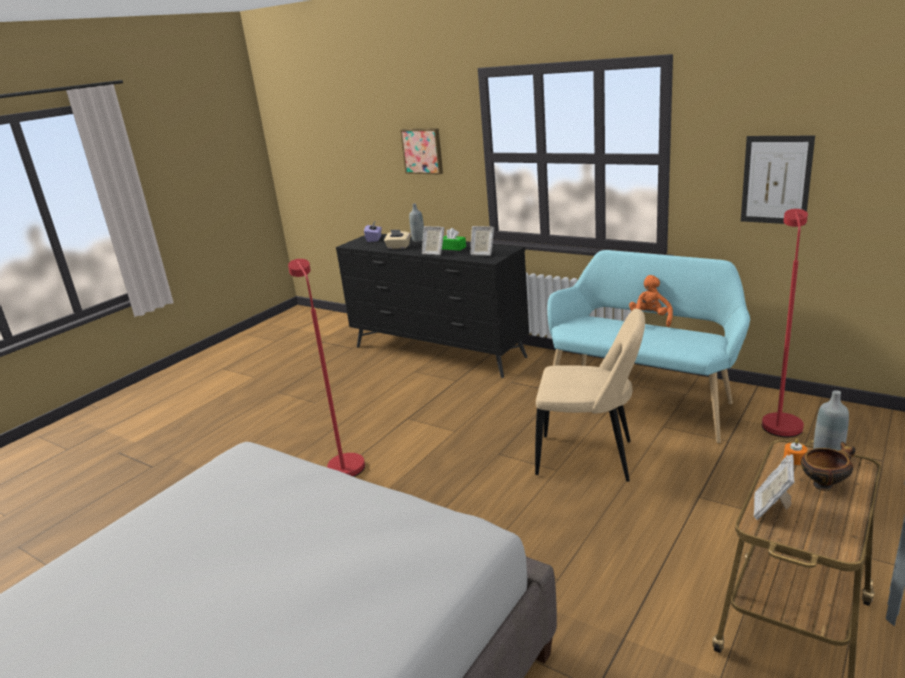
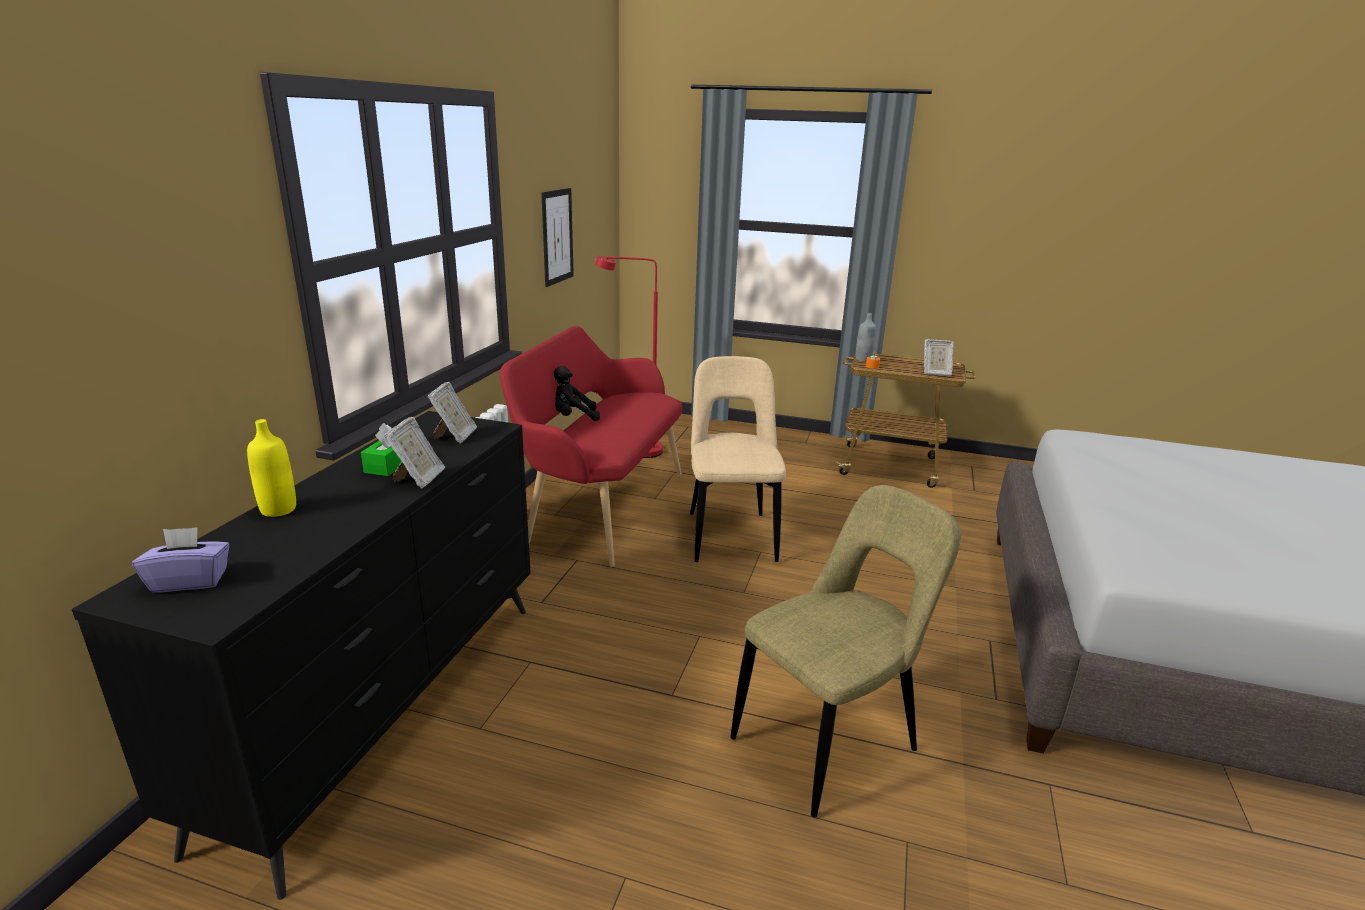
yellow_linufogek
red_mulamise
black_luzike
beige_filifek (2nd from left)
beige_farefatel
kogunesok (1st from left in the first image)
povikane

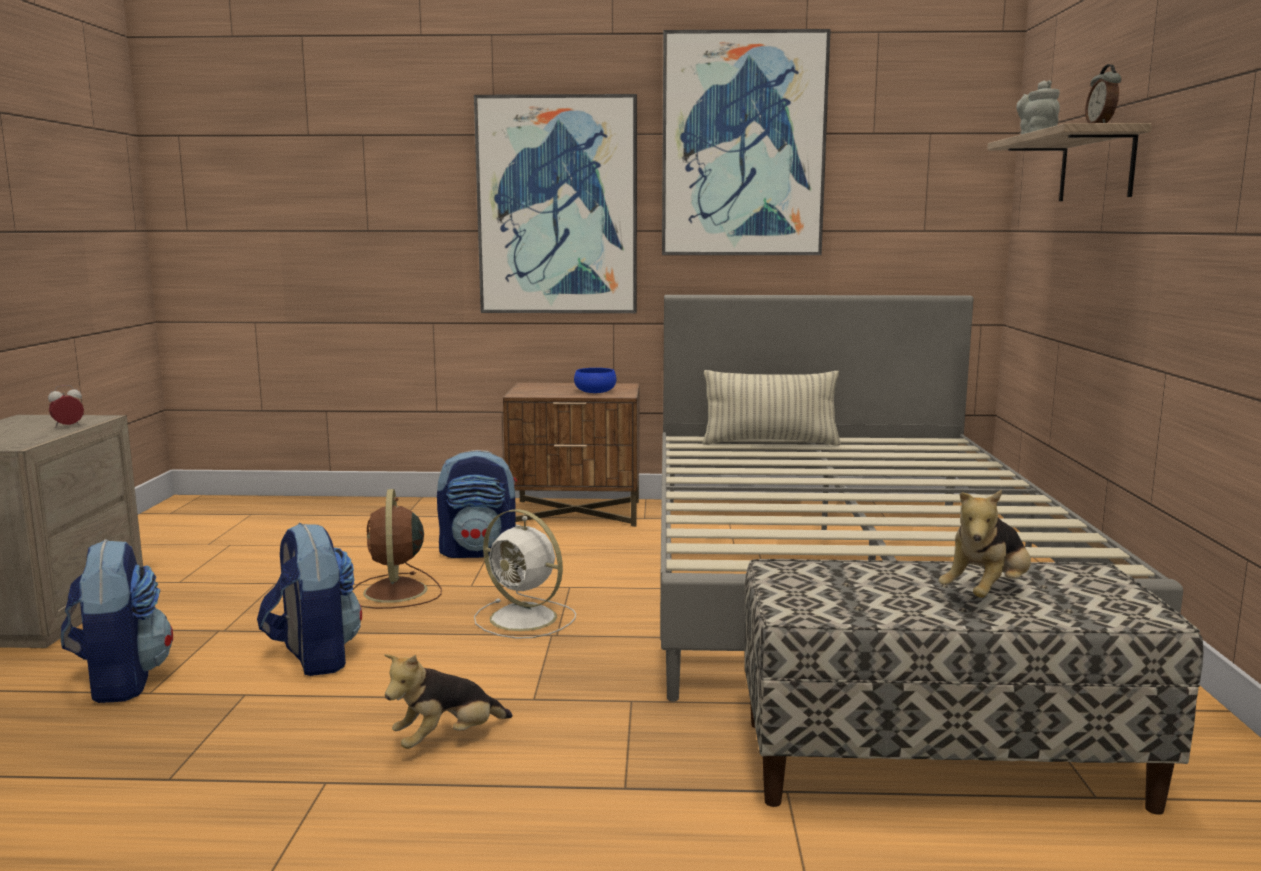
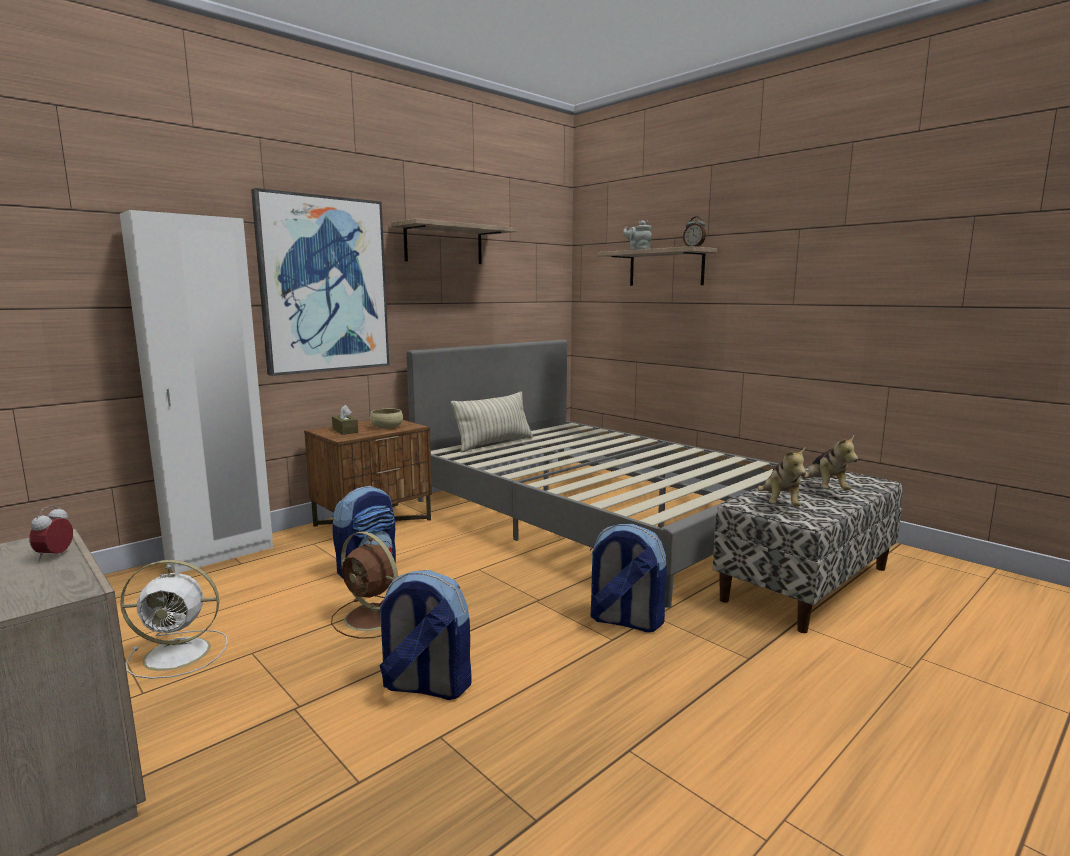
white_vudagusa
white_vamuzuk
brown_farefatel
beige_povikane
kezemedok (1st from left)
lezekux (3rd from left)
luzike (1st from left)

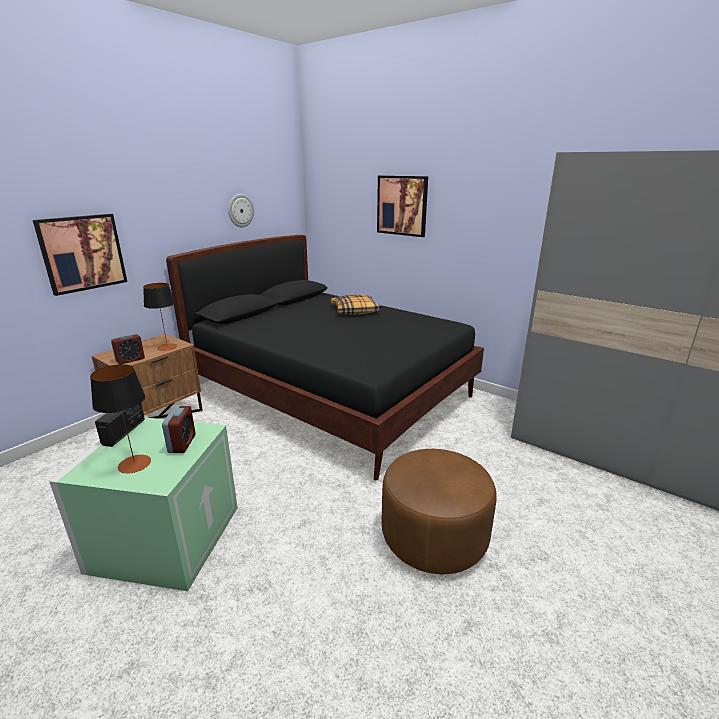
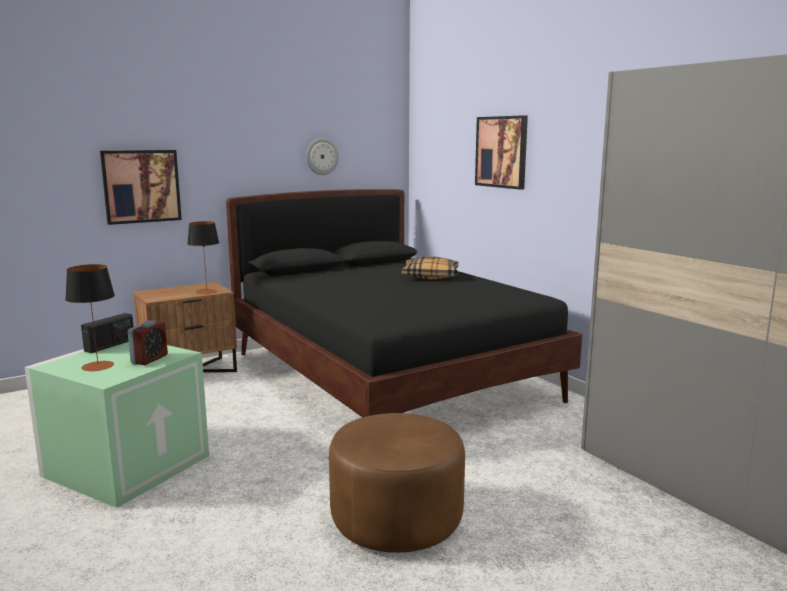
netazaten (1st from left in the first image)

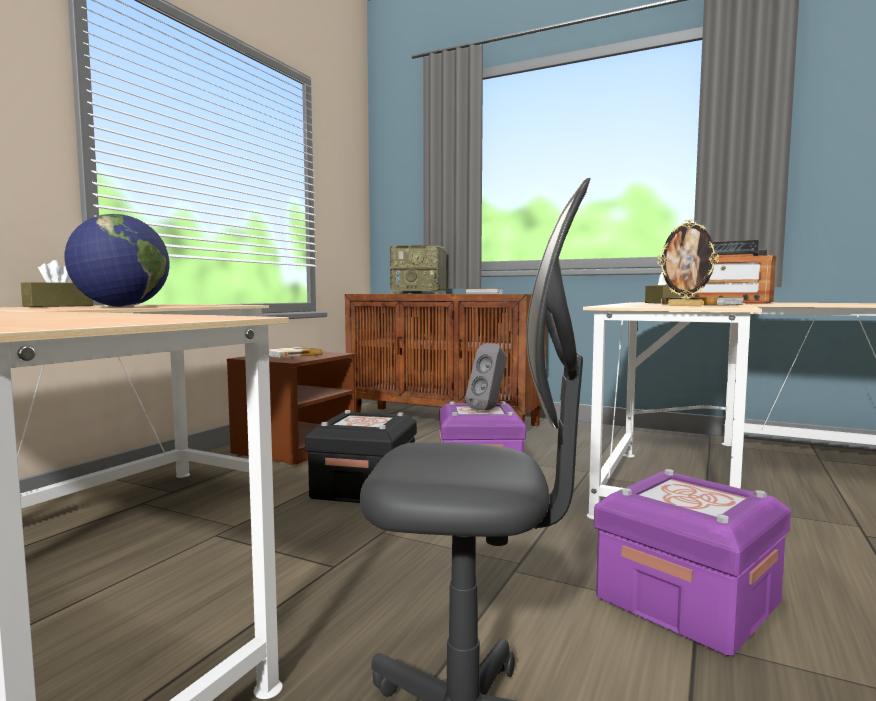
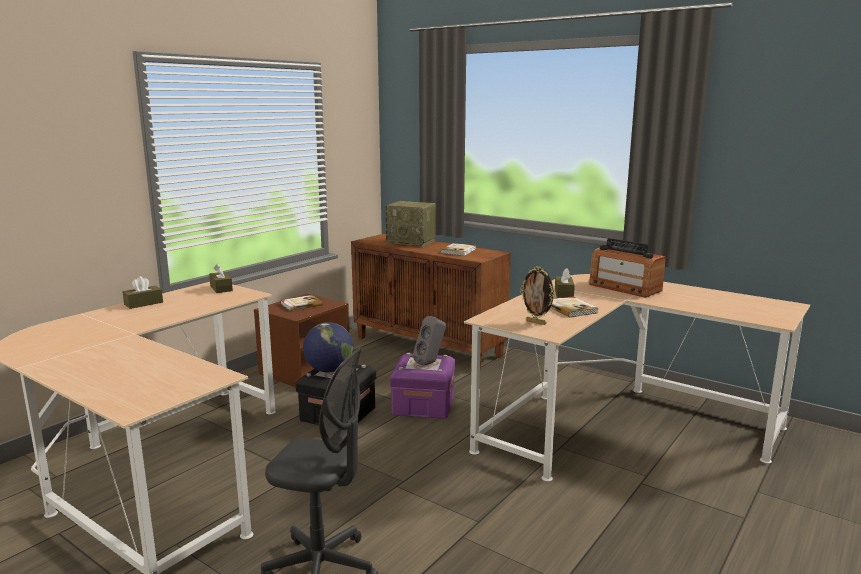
brown_farefatel (2nd from left)
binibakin
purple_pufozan (2nd from left in the first image)

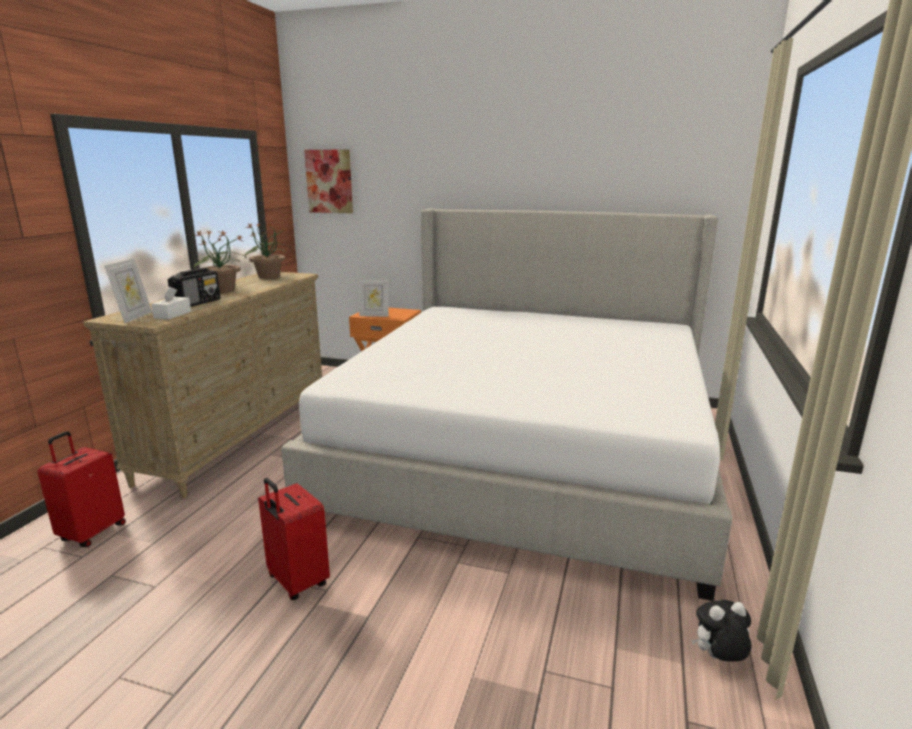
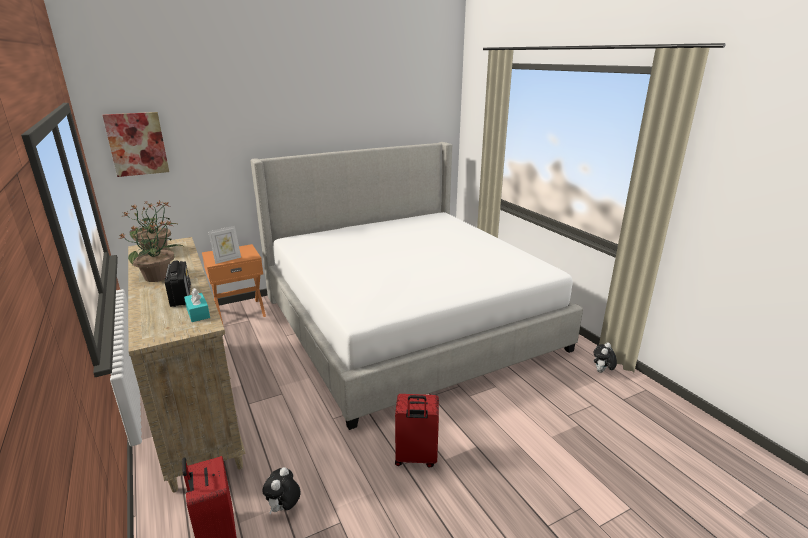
turquoise_farefatel
luzike (1st from left)
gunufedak (1st from left in the first image)

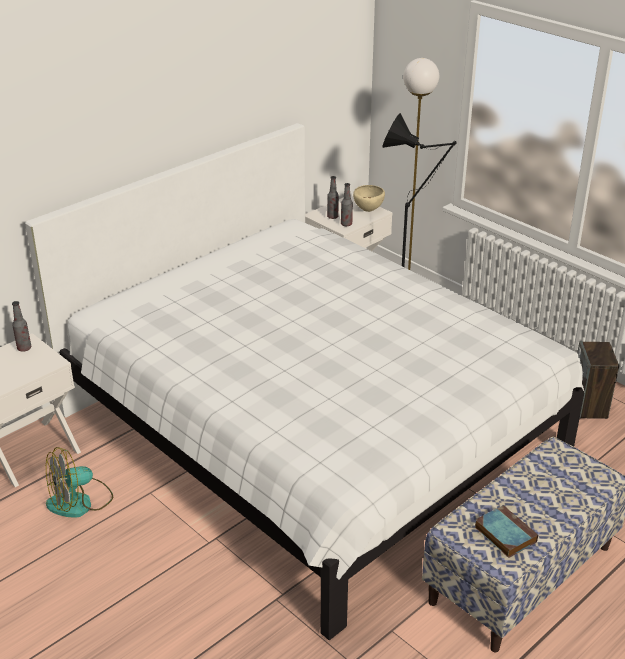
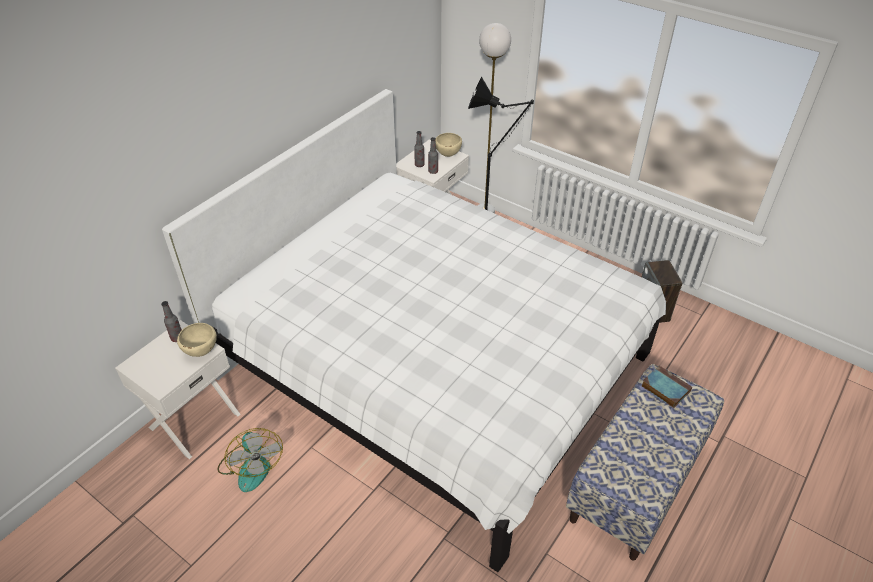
beige_povikane (1st from left)
vamuzuk
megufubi

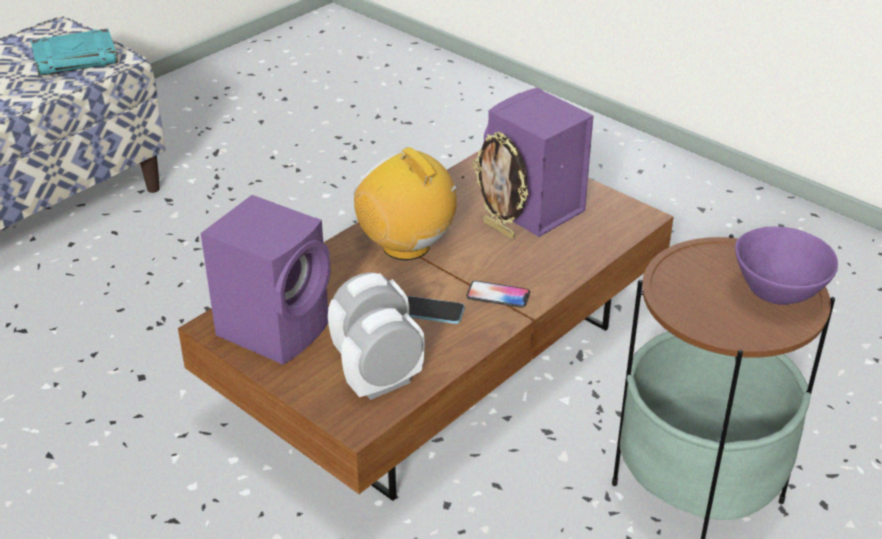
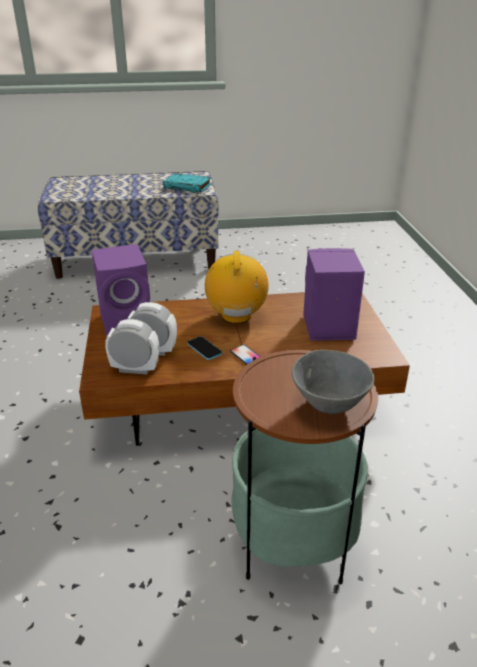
grey_povikane
gunufedak

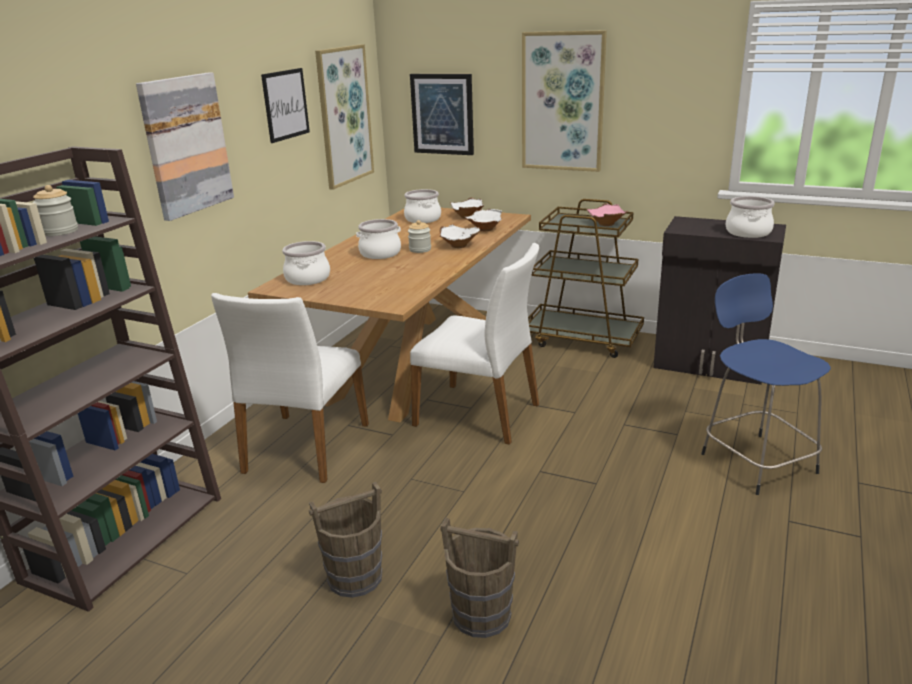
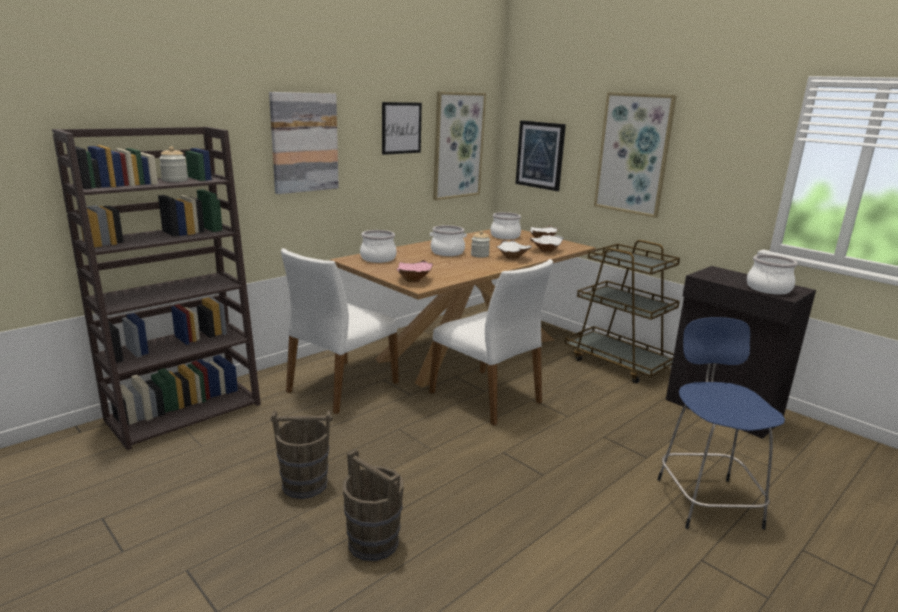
pink_povikane

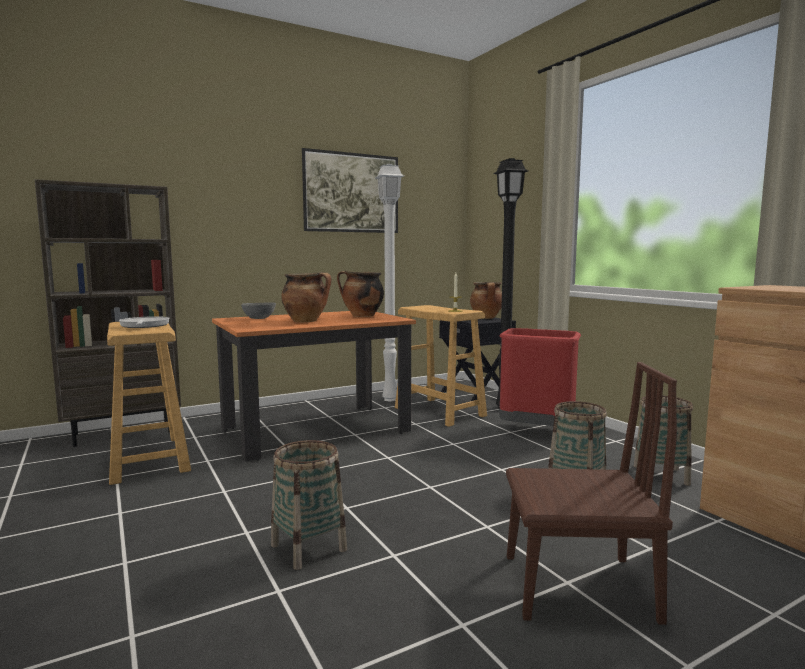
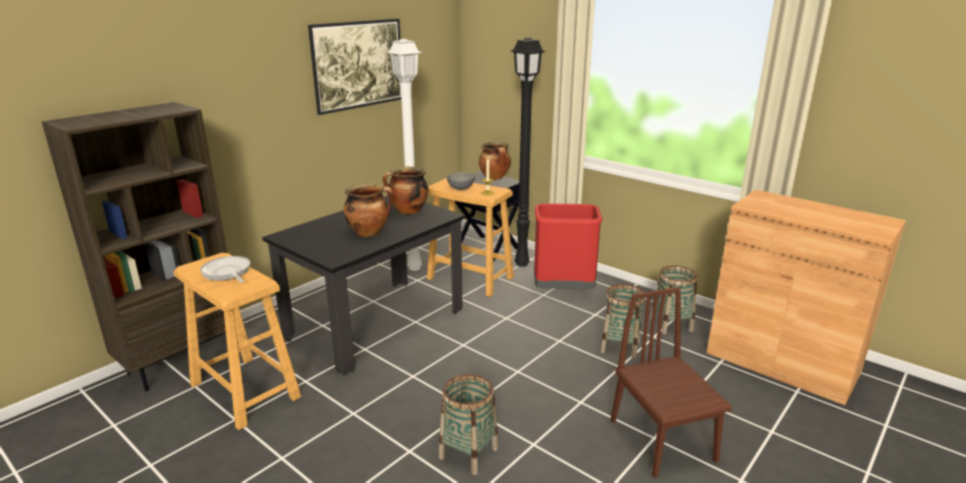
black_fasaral
grey_povikane
brown_filifek

